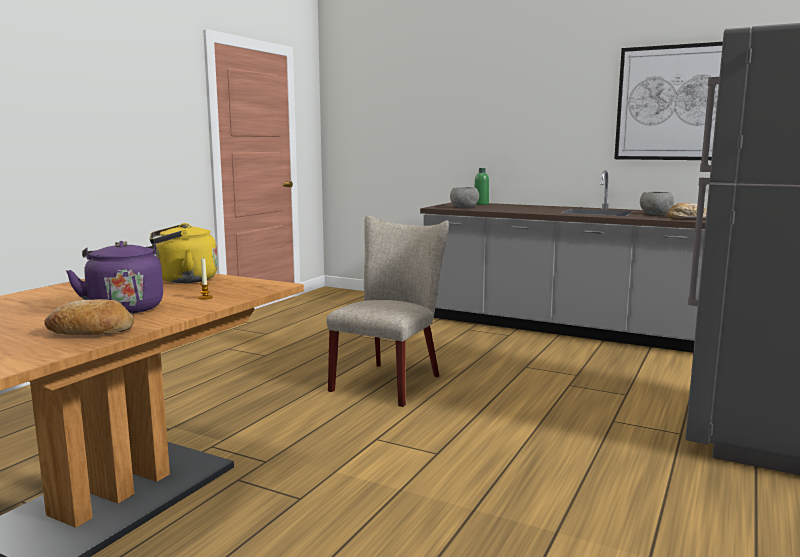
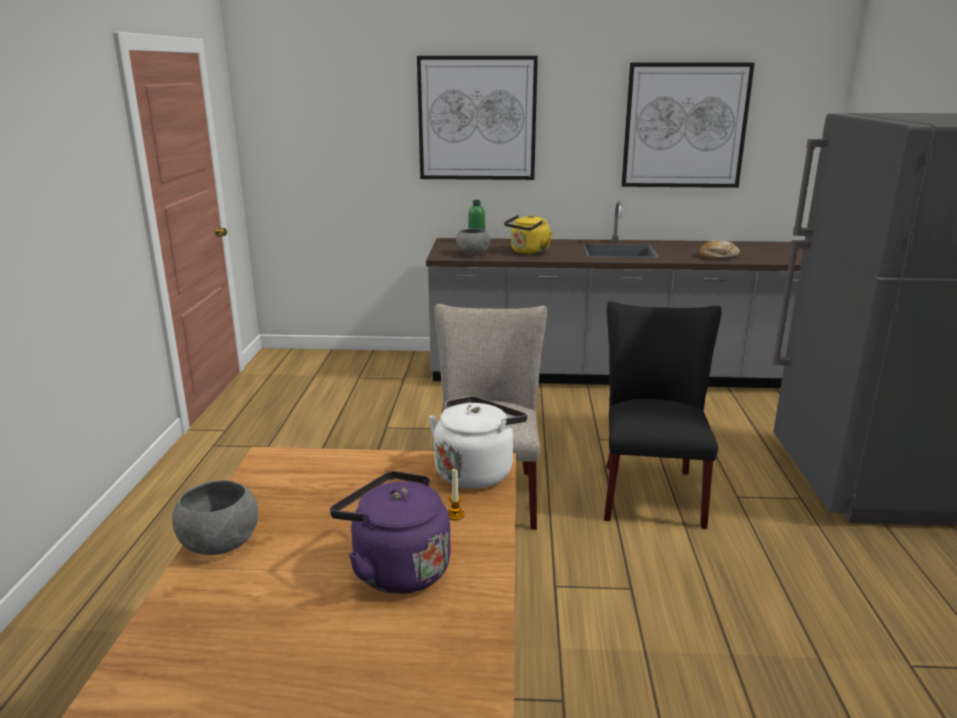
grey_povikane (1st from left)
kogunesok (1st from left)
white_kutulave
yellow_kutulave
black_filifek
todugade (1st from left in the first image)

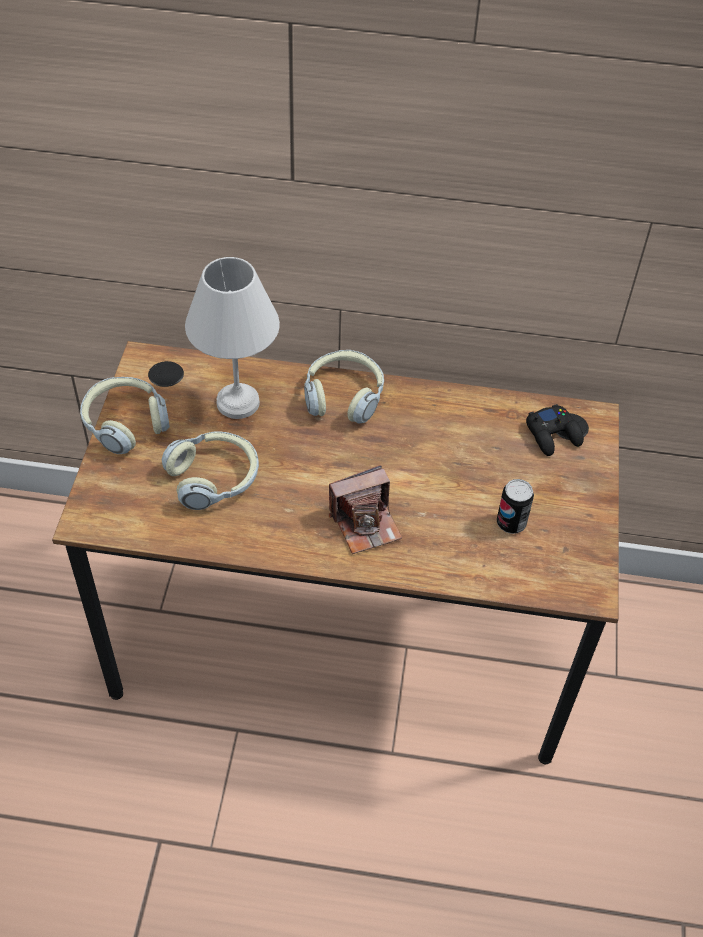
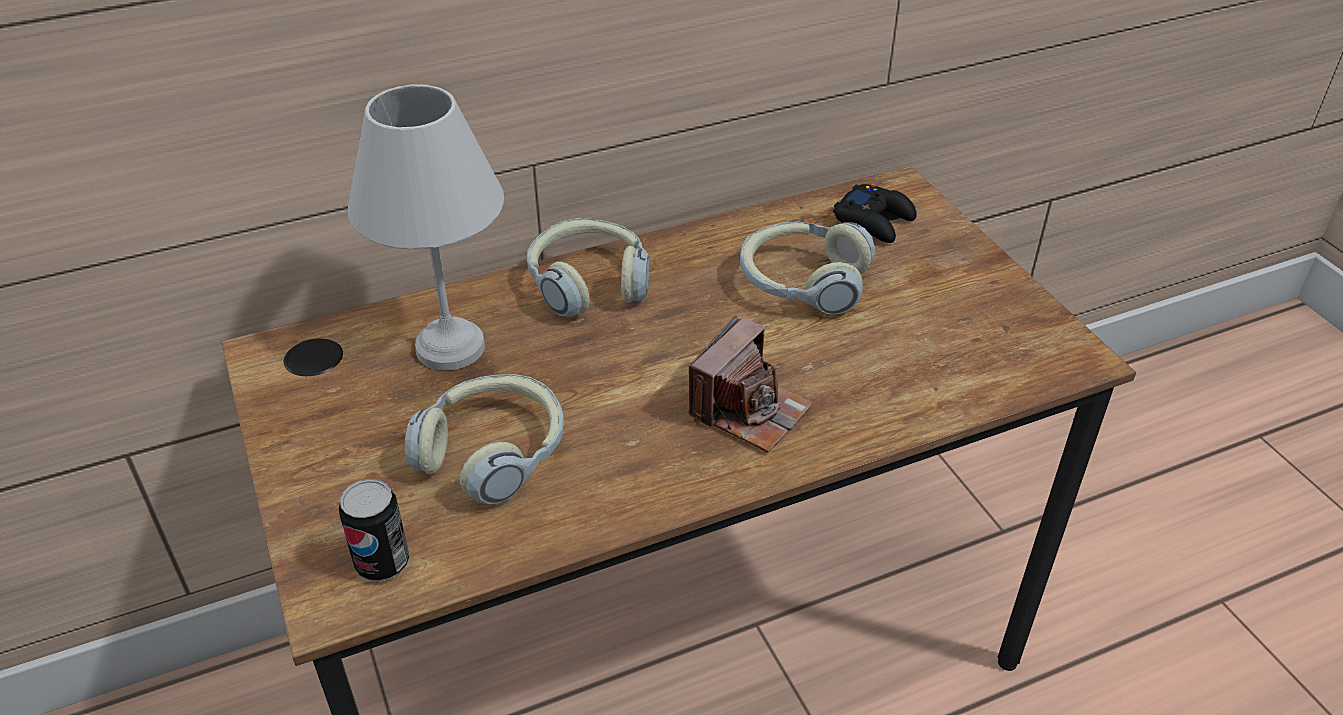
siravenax
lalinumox (3rd from left)

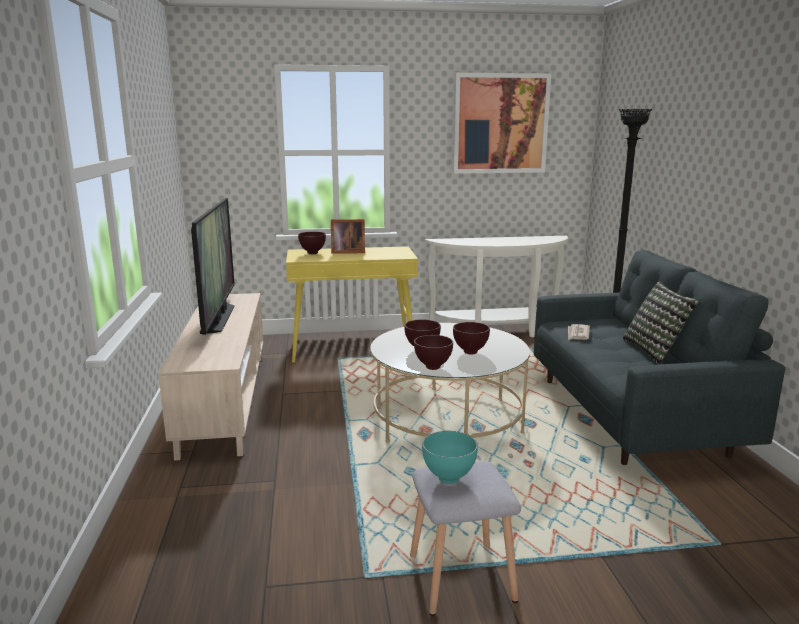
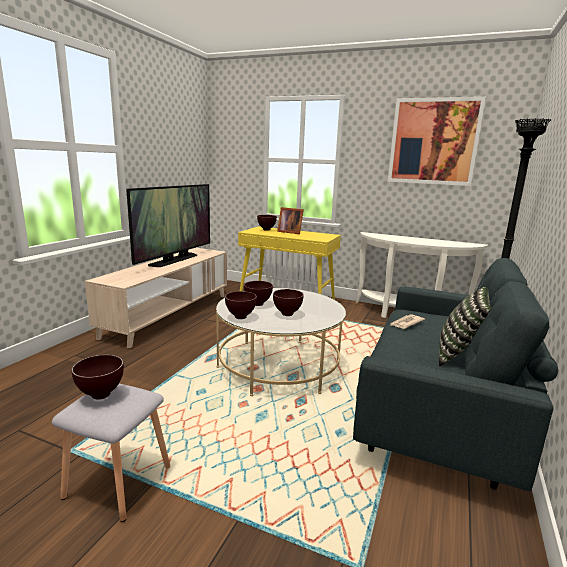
brown_povikane (1st from left)

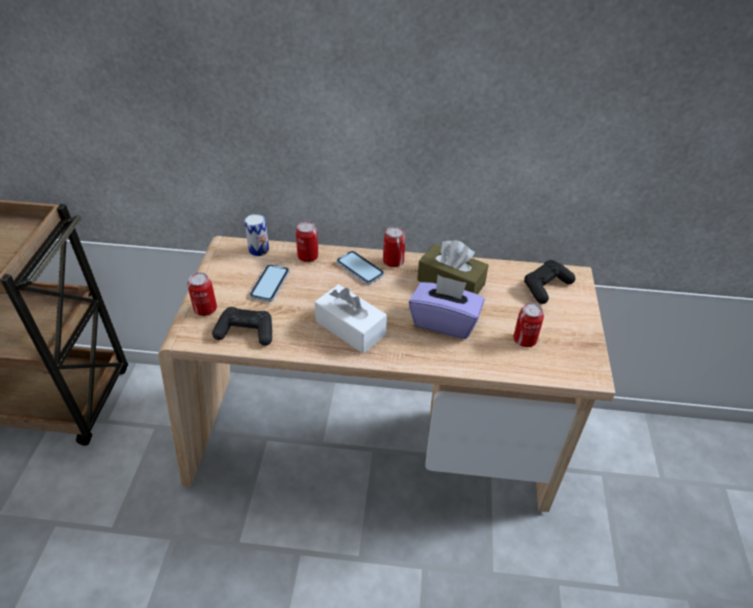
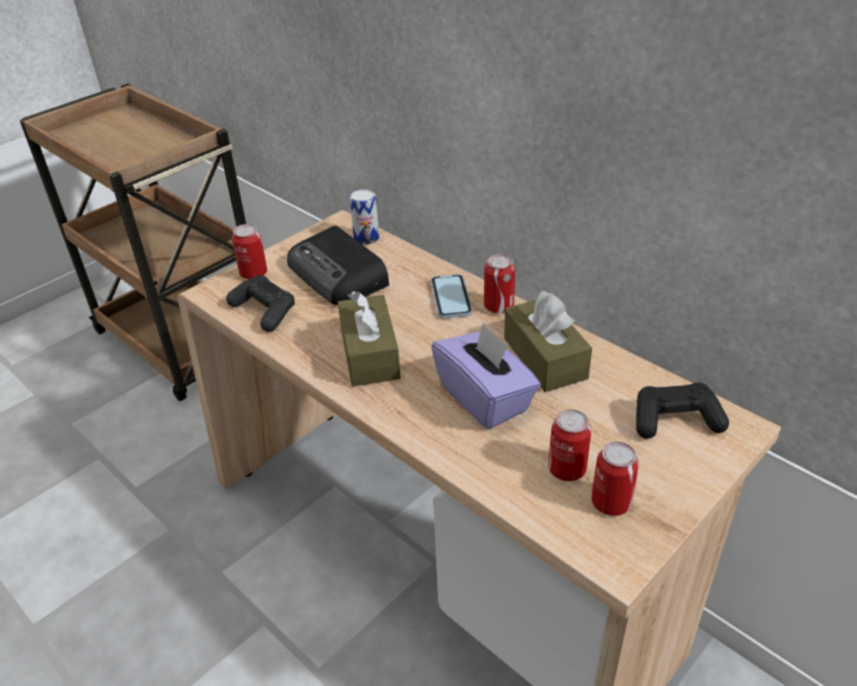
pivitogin
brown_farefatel (1st from left)
siravenax (5th from left)

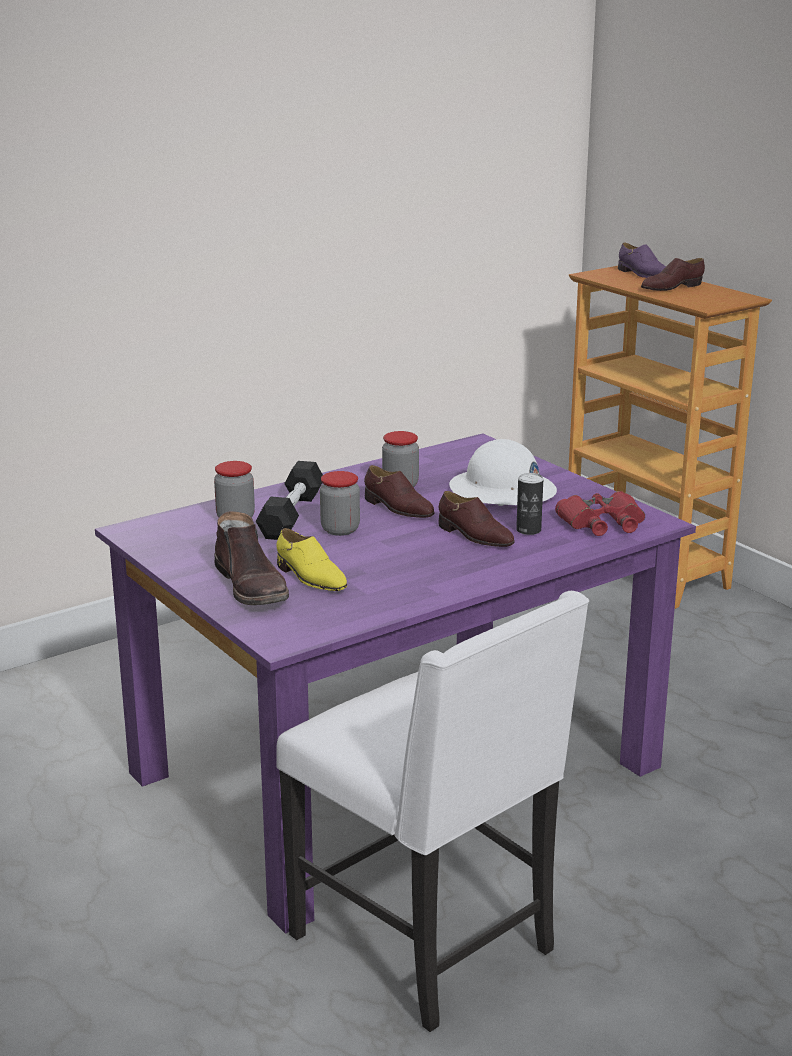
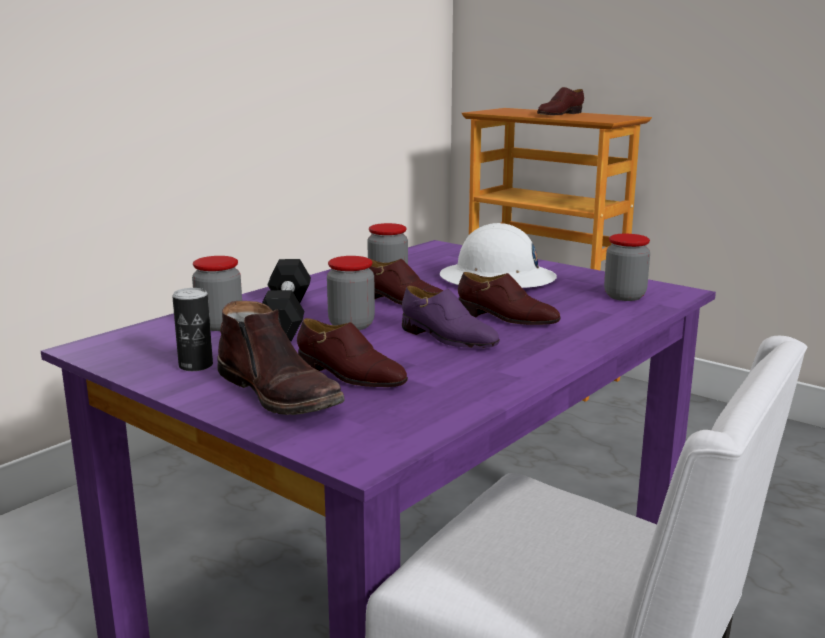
siravenax
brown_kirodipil (1st from left)
purple_kirodipil
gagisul (4th from left)

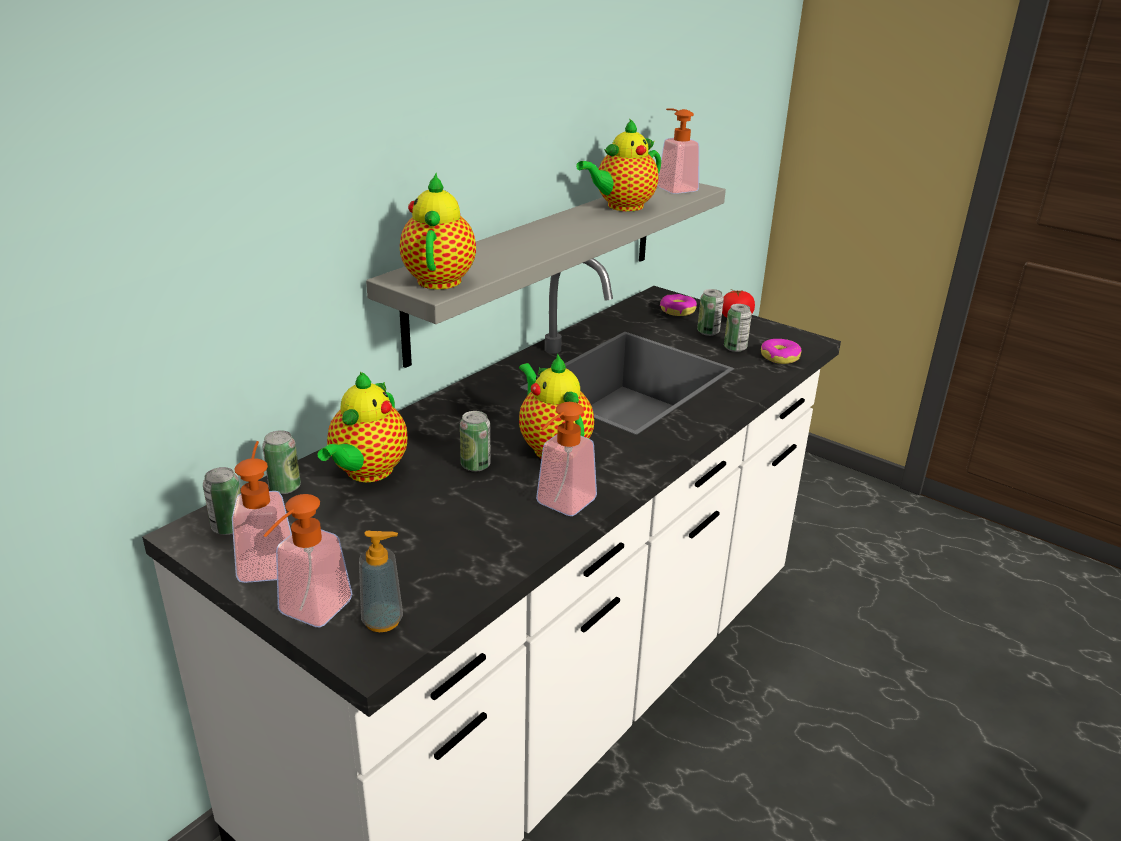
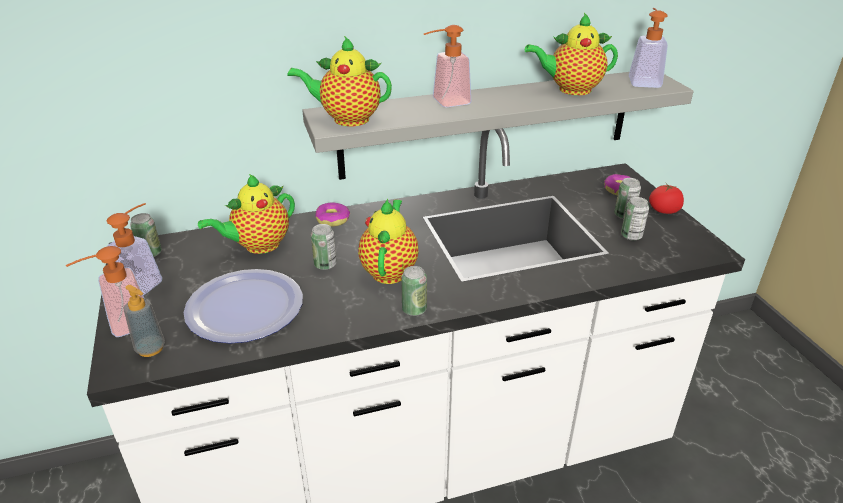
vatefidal
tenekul (2nd from left)
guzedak (1st from left)
siravenax (3rd from left)
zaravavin (4th from left)

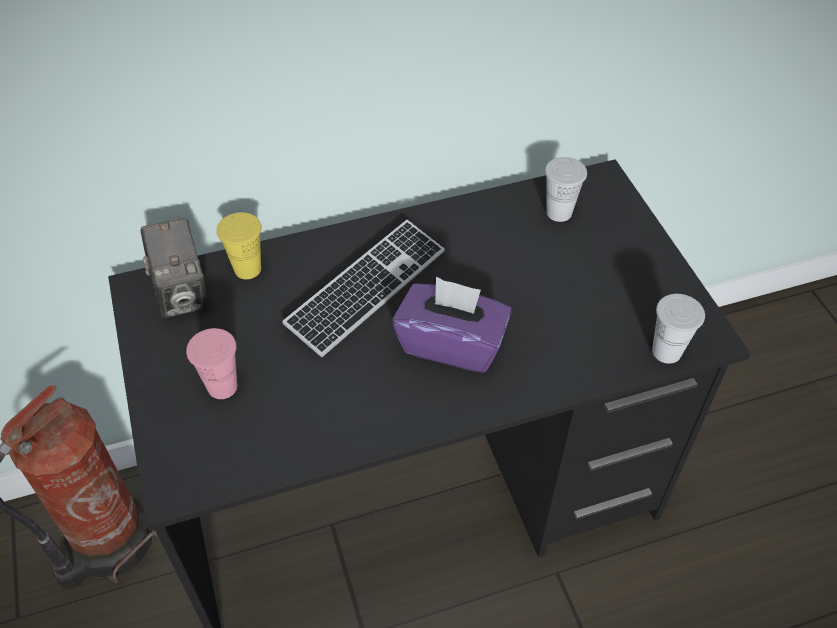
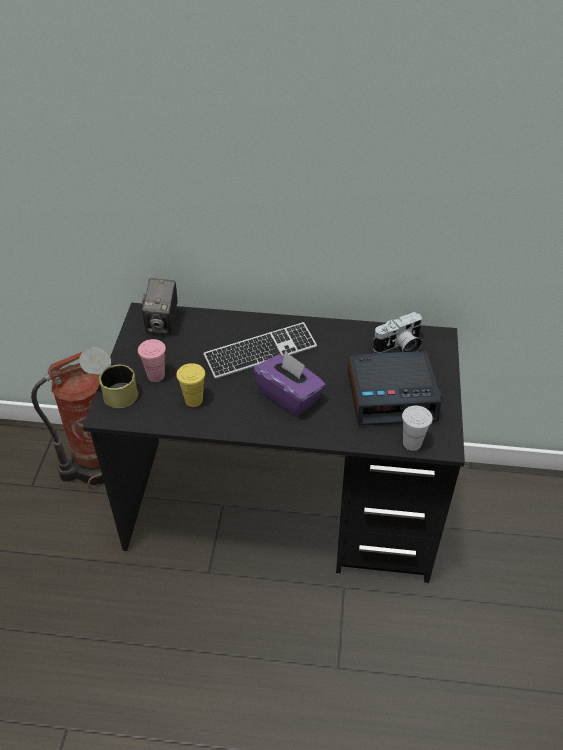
siravenax
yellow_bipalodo
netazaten
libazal (2nd from left)

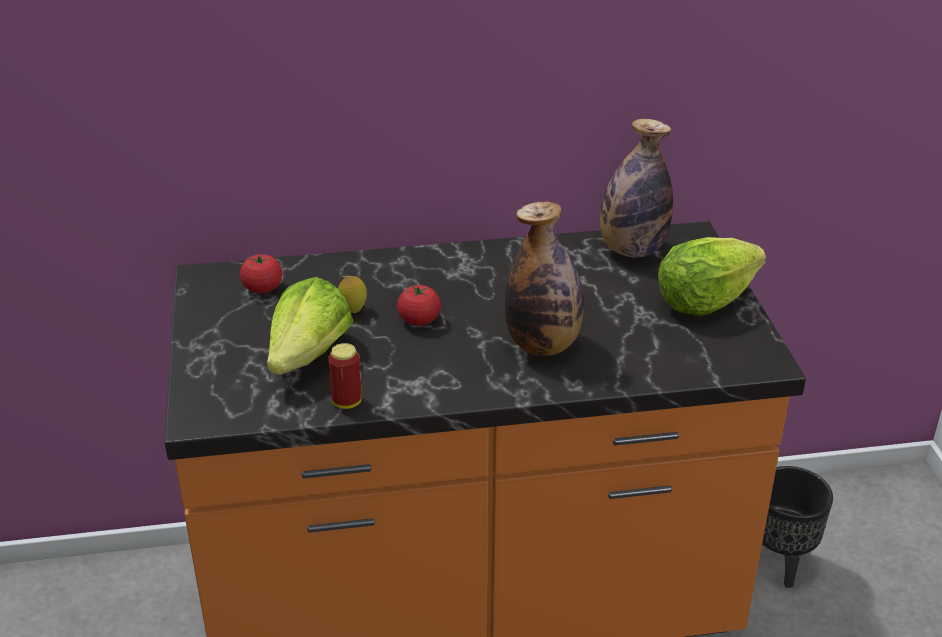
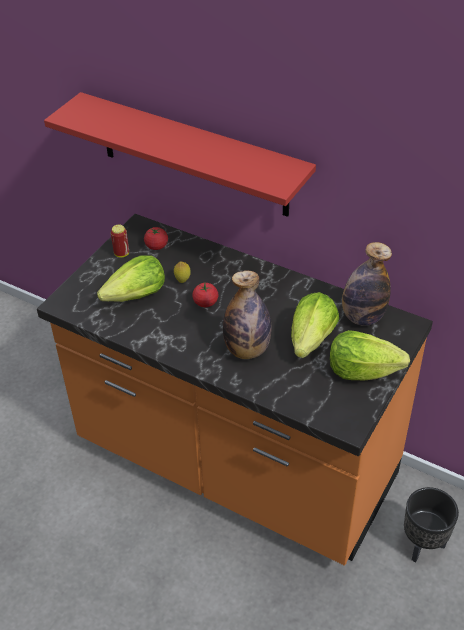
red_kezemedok
siravenax
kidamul (2nd from left)

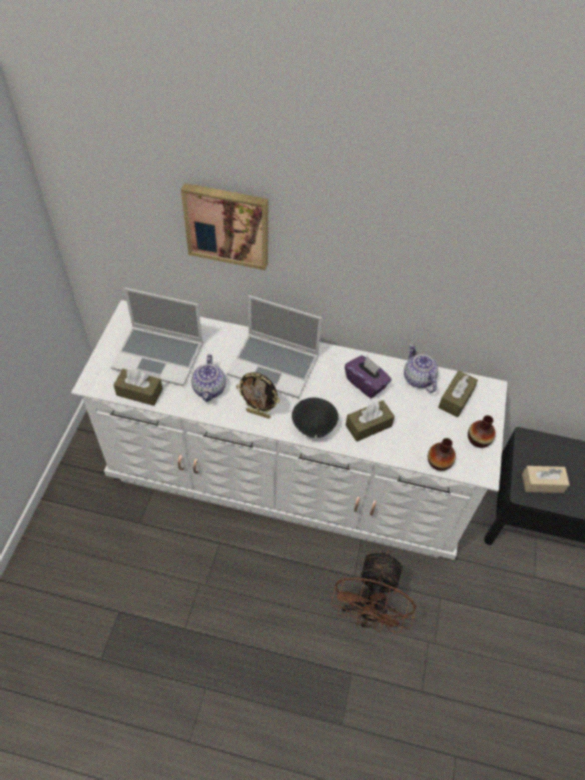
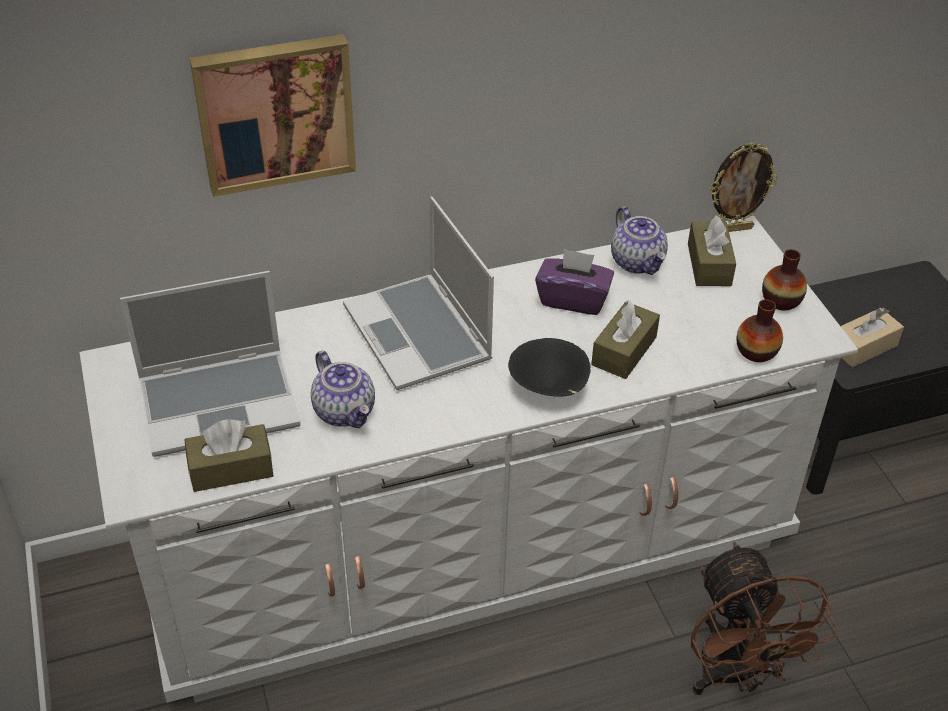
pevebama (2nd from left)
tenekul (2nd from left)
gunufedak

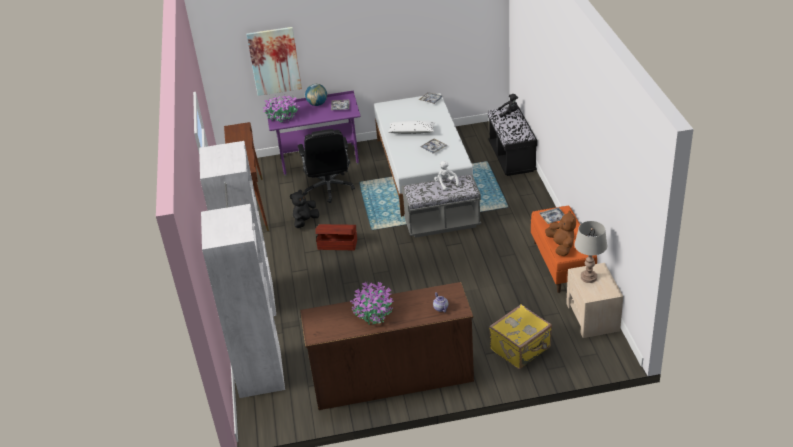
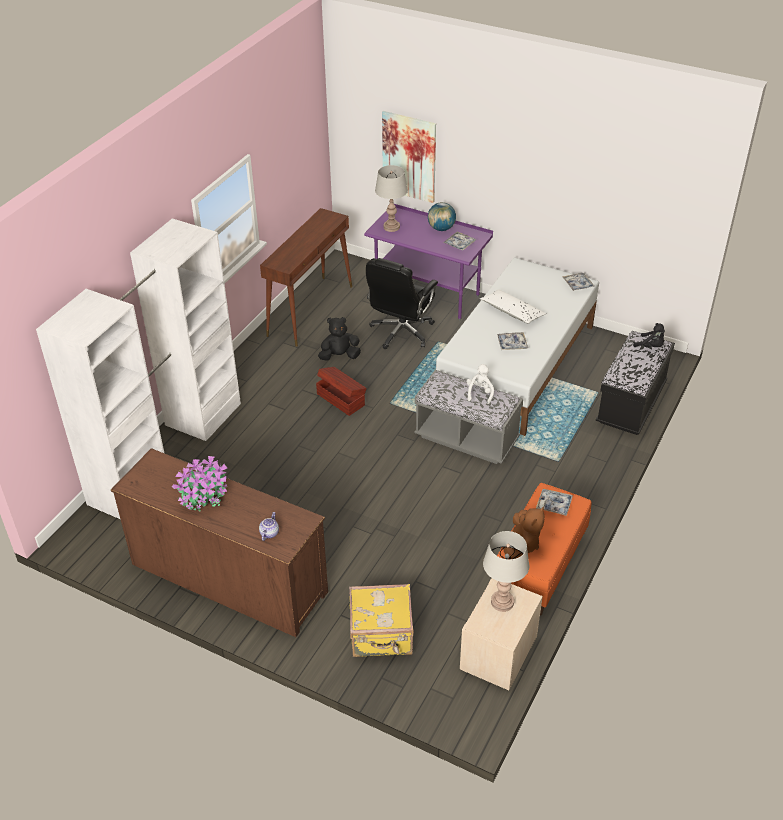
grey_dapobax (1st from left)

